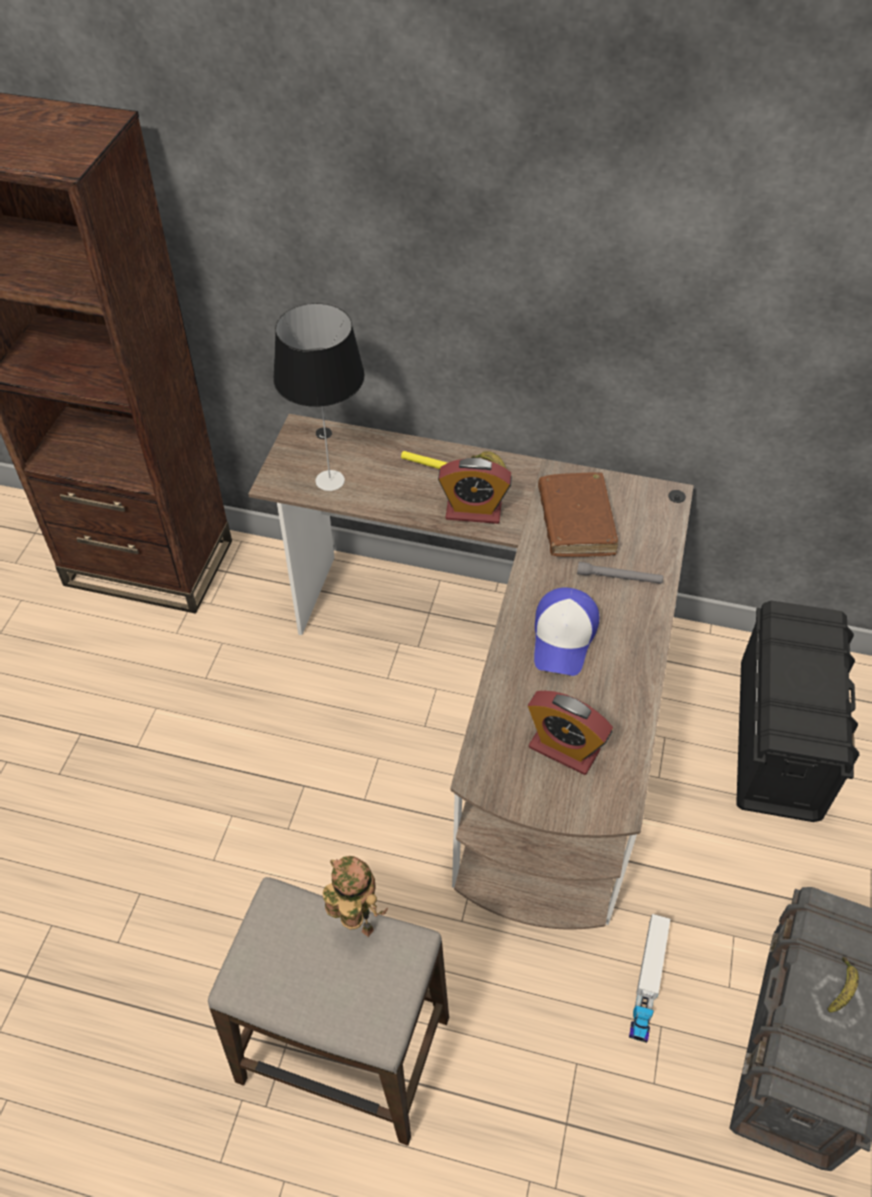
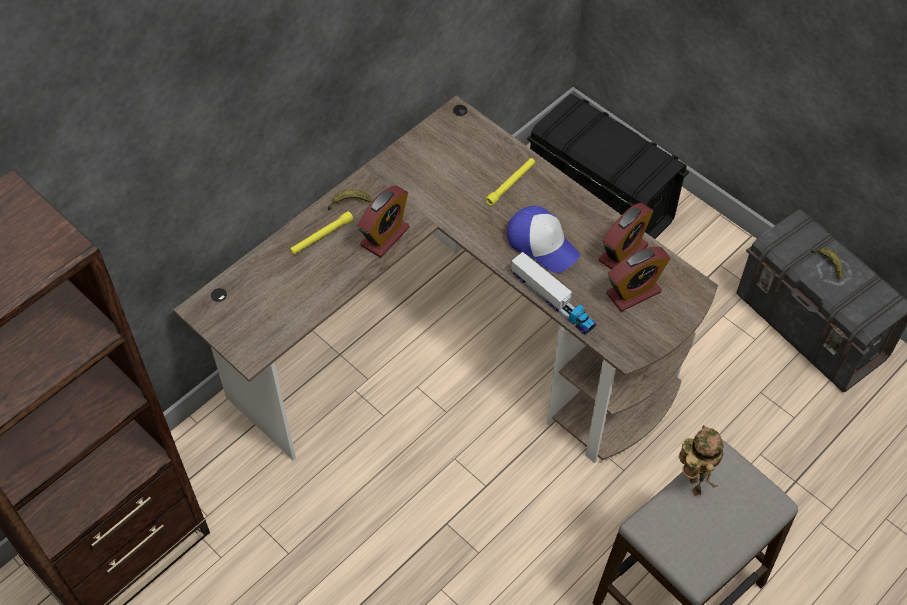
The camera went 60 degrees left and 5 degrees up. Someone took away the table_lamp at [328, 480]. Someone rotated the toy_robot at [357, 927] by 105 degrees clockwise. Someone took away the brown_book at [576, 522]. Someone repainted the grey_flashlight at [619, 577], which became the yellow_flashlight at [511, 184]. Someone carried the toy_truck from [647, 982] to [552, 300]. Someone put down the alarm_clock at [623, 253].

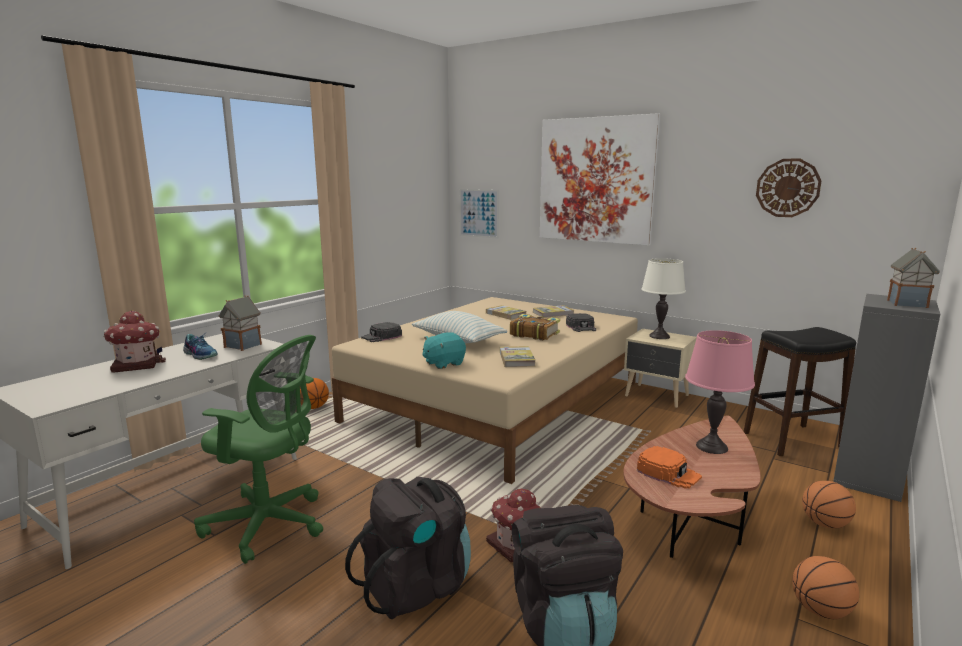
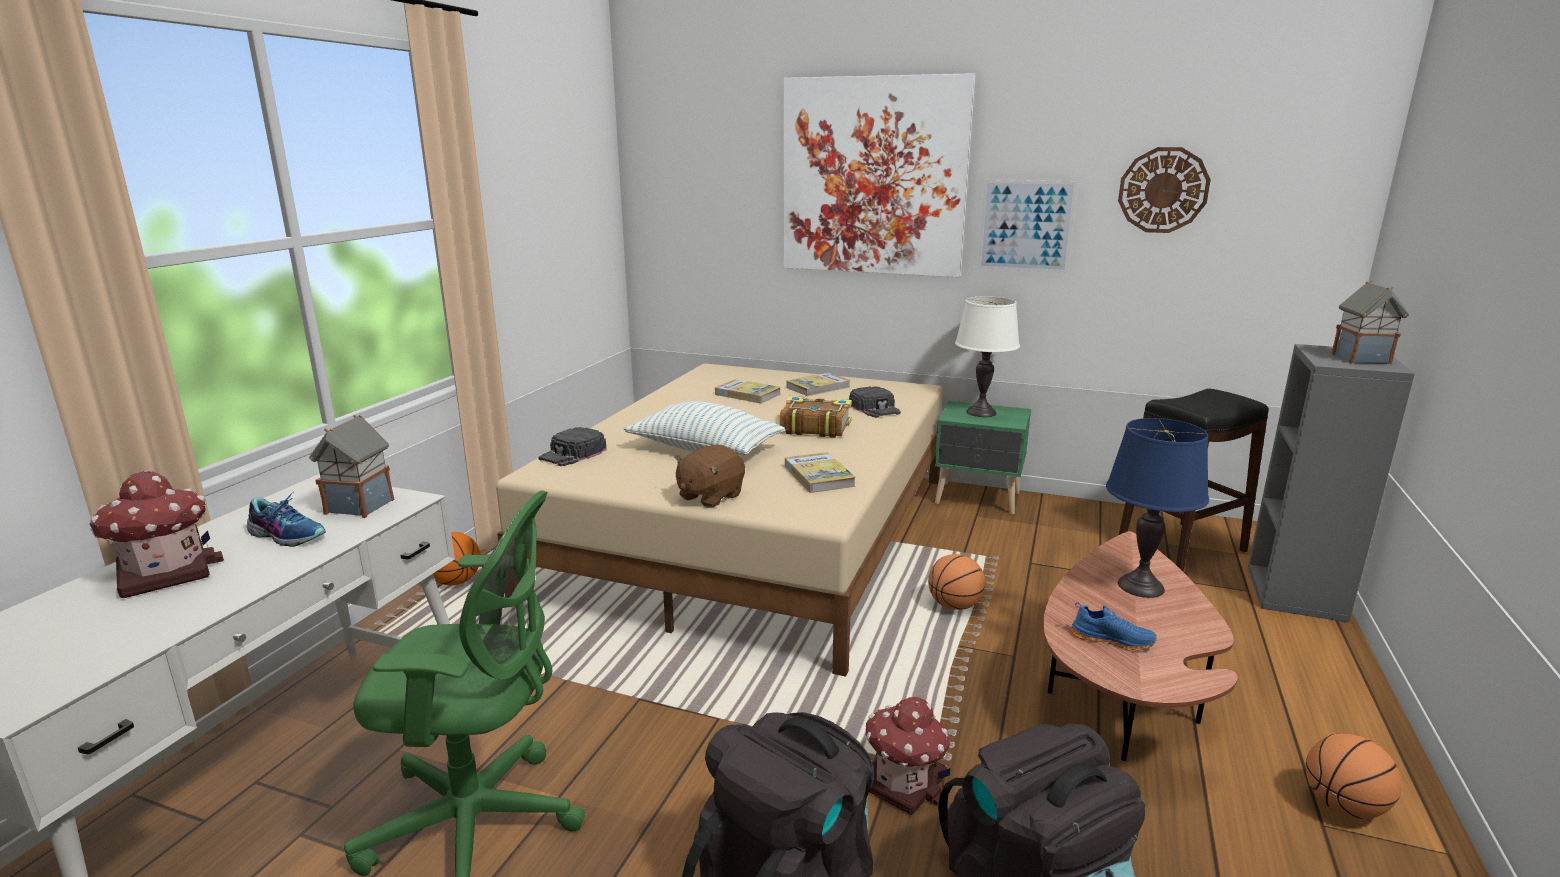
The camera went 15 degrees left and 5 degrees up. Someone repainted the turquoise_plush_toy at [443, 363], which became the brown_plush_toy at [709, 496]. Someone carried the picture from [478, 213] to [1026, 226]. Someone repainted the beige_nightstand at [657, 396], which became the green_nightstand at [978, 499]. Someone swapped the orange_cap at [668, 473] for the blue_shoe at [1111, 639]. Someone repainted the pink_table_lamp at [711, 447], which became the blue_table_lamp at [1140, 586]. Someone carried the basketball from [825, 524] to [954, 606].

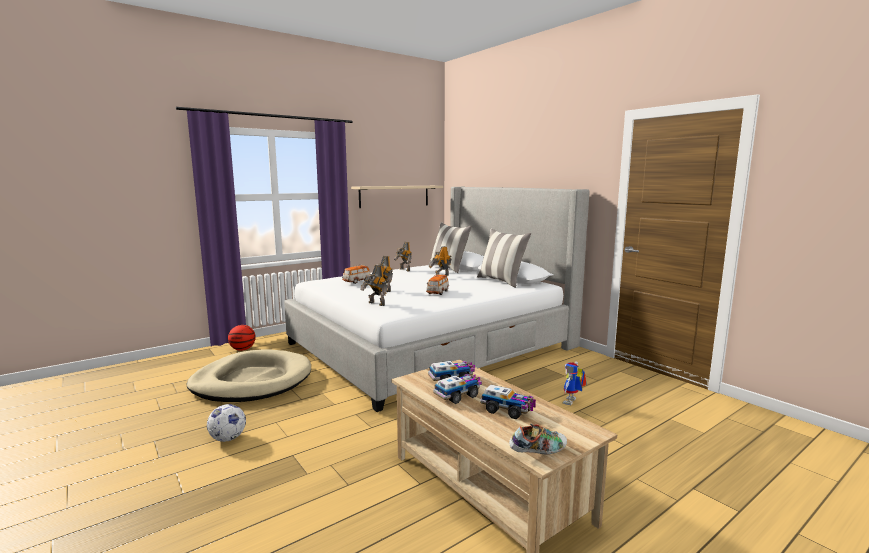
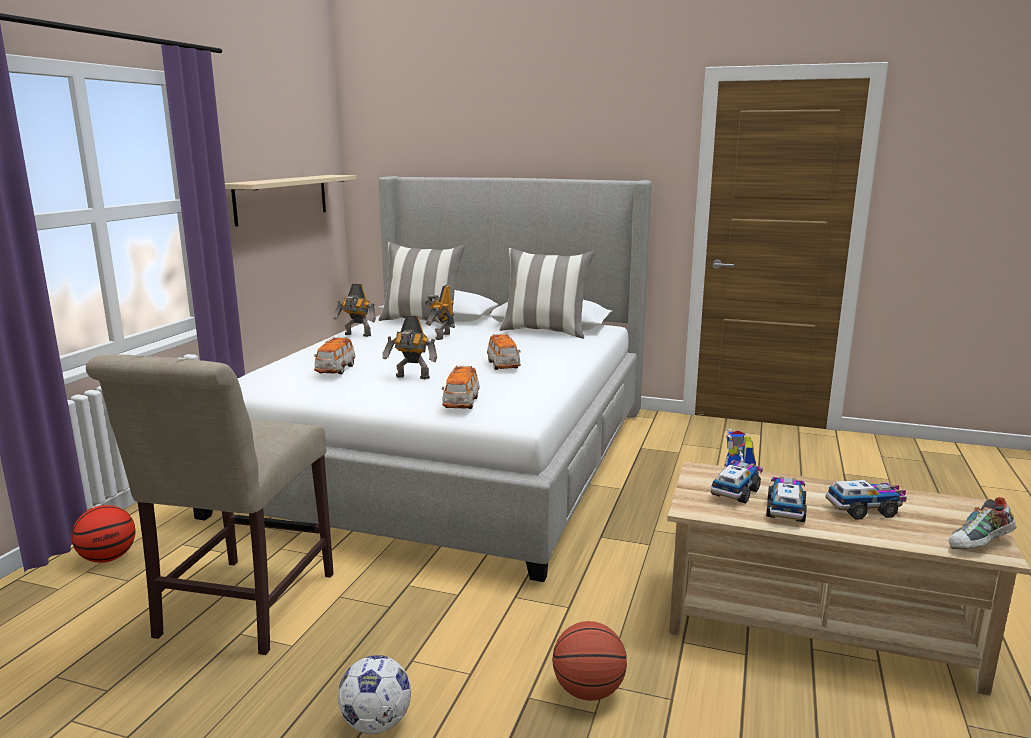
The camera went 35 degrees left and 5 degrees up. Someone swapped the beige_dog_bed at [252, 381] for the beige_chair at [240, 609]. Someone swapped the toy_robot at [376, 304] for the toy_car at [461, 403]. Someone rotated the shoe at [538, 451] by 150 degrees counterclockwise. Someone put down the basketball at [588, 691].

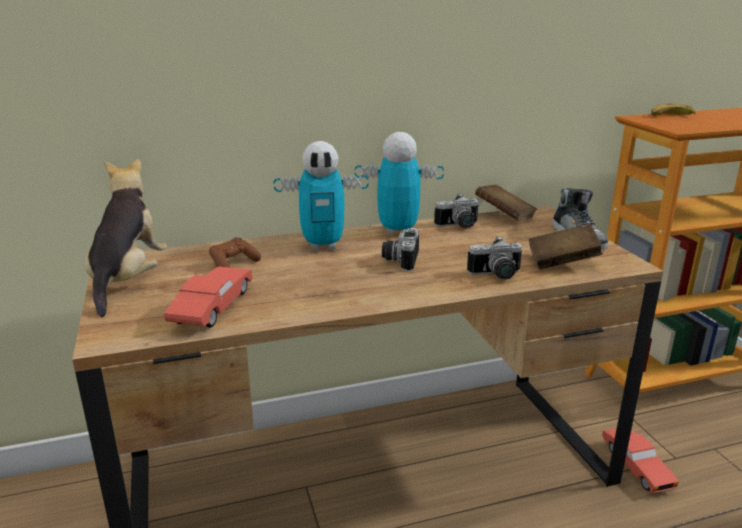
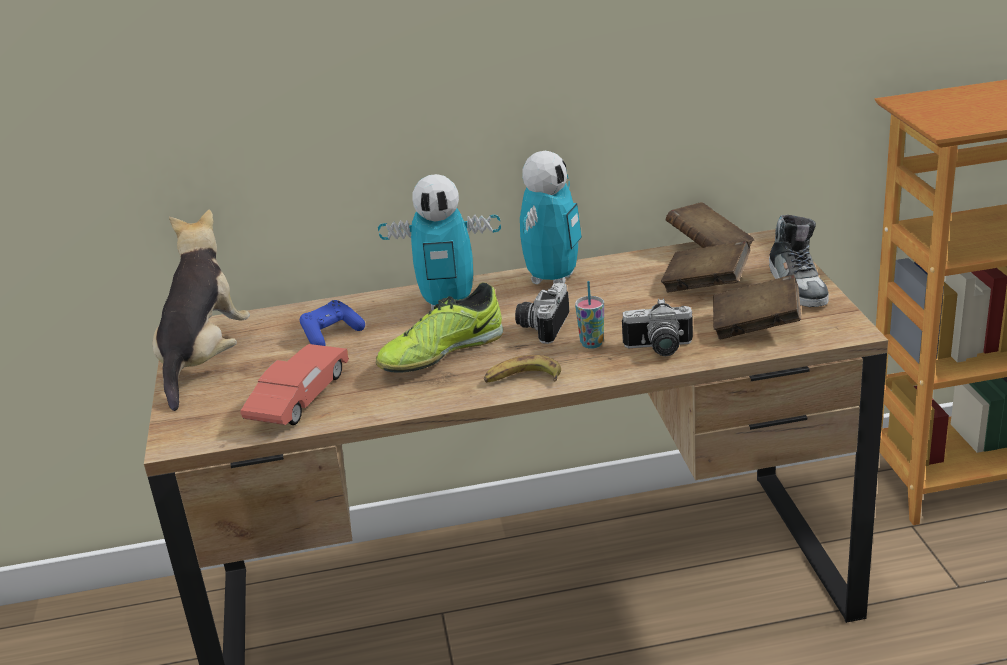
The camera went 10 degrees right and 5 degrees up. Someone repainted the brown_game_controller at [233, 264], which became the blue_game_controller at [331, 335]. Someone rotated the toy_robot at [397, 231] by 105 degrees clockwise. Someone took away the photo_camera at [459, 226]. Someone took away the red_toy_car at [636, 466]. Someone carried the banana from [670, 115] to [522, 379]. Someone put down the shoe at [441, 353]. Someone put down the cup at [591, 344]. Someone put down the brown_book at [706, 286].

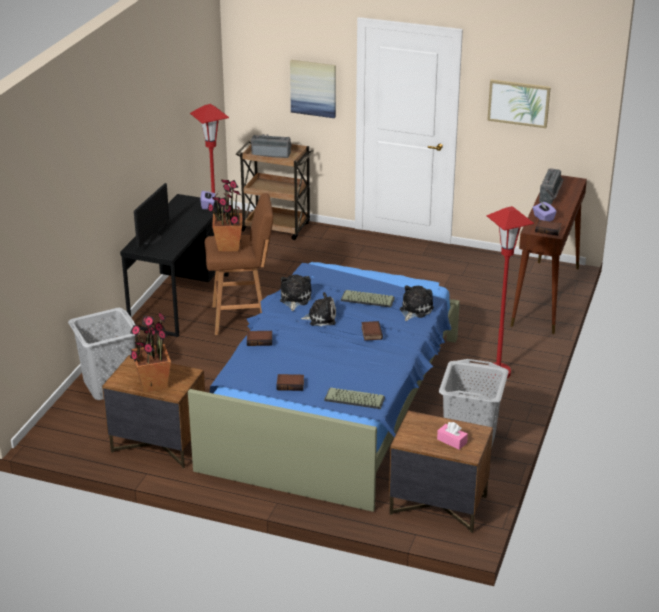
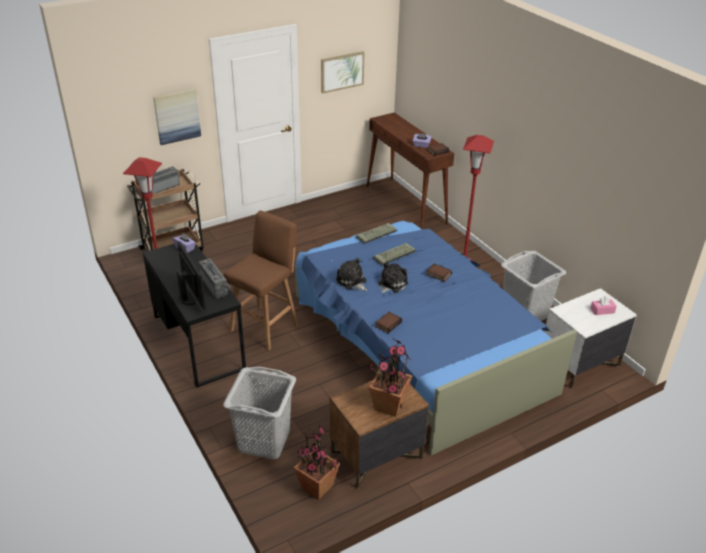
The camera went 50 degrees left and 5 degrees up. Someone carried the potted_plant from [228, 246] to [317, 487]. Someone took away the book at [291, 384]. Someone carried the keyboard from [353, 399] to [376, 234]. Someone repainted the brown_nightstand at [437, 505], which became the white_nightstand at [579, 364]. Someone took away the plush_toy at [415, 310]. Someone carried the radio from [551, 196] to [216, 285].

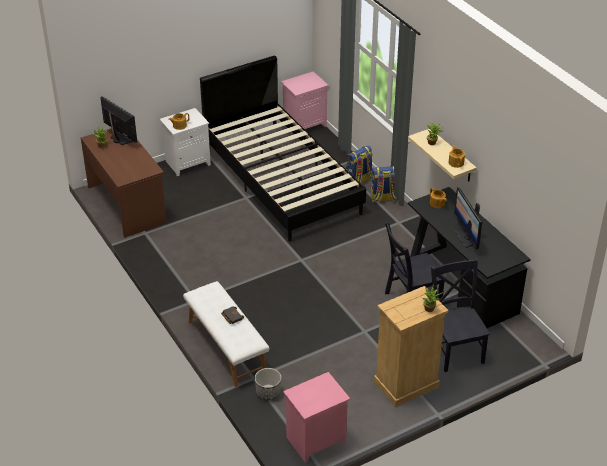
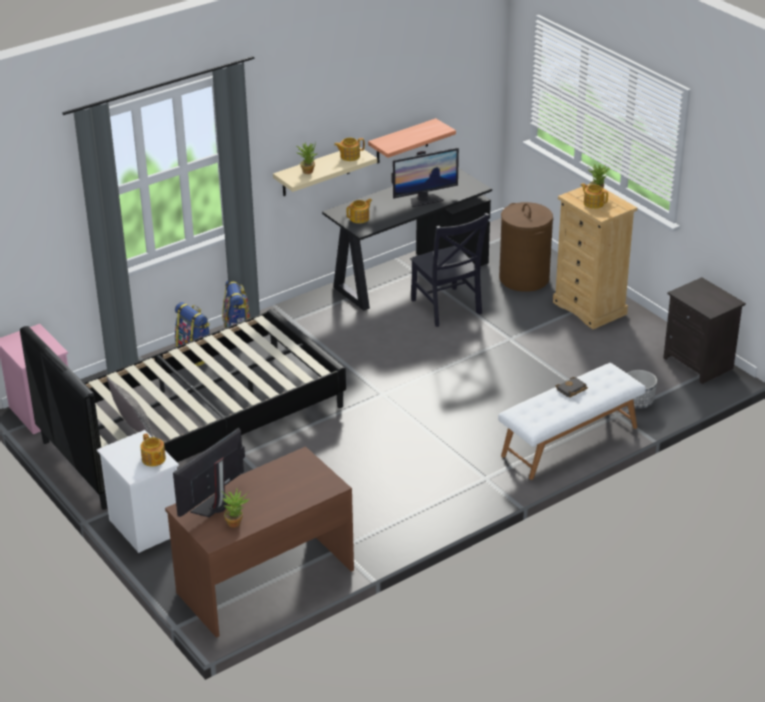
The camera went 95 degrees left and 5 degrees down. Someone repainted the pink_nightstand at [315, 441], which became the black_nightstand at [699, 363]. Someone swapped the black_chair at [455, 349] for the brown_laundry_basket at [523, 278]. Someone put down the pillow at [134, 431]. Someone put up the shelf at [402, 142]. Someone put down the teapot at [593, 203].

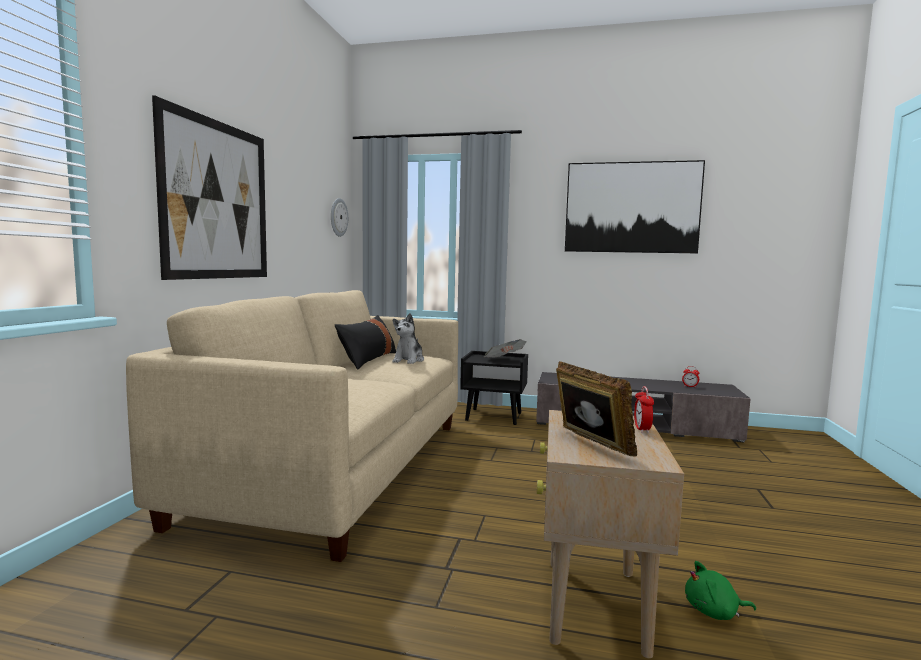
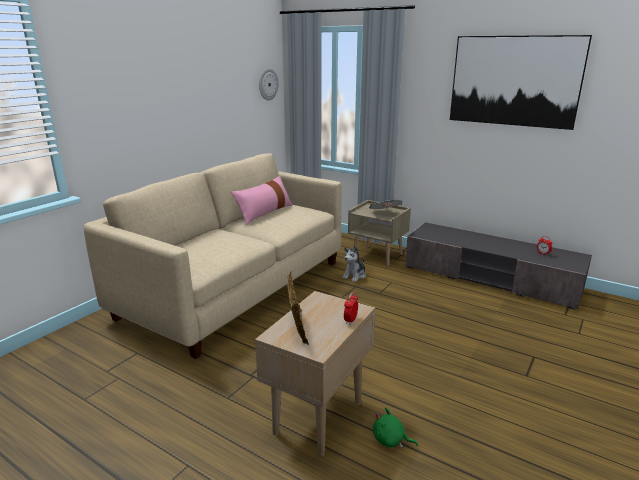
The camera went 20 degrees right and 15 degrees up. Someone took away the picture at [217, 200]. Someone repainted the black_pillow at [368, 359], which became the pink_pillow at [264, 213]. Someone carried the plush_toy from [408, 360] to [354, 276]. Someone repainted the black_nightstand at [494, 416], which became the beige_nightstand at [378, 255].

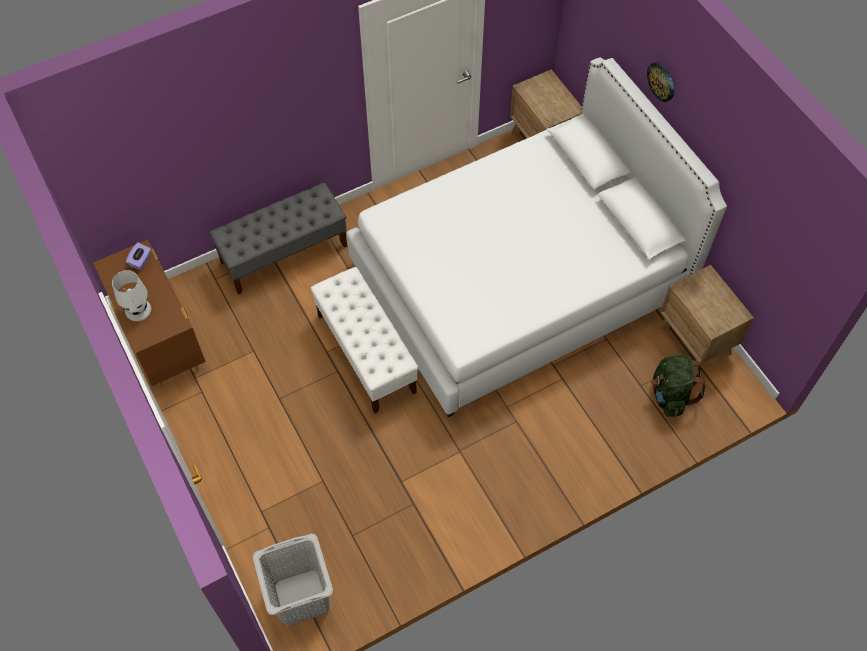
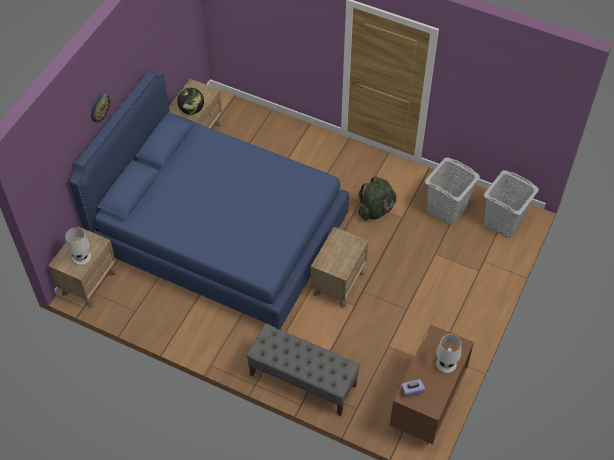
The camera went 125 degrees left and 5 degrees down. Someone swapped the white_bench at [366, 354] for the brown_nightstand at [338, 283]. Someone repainted the white_bed at [519, 280], which became the blue_bed at [220, 235]. Someone carried the green_backpack from [670, 395] to [376, 210]. Someone put down the white_table_lamp at [81, 257]. Someone put down the globe at [191, 110]. Someone put down the grey_laundry_basket at [447, 209].

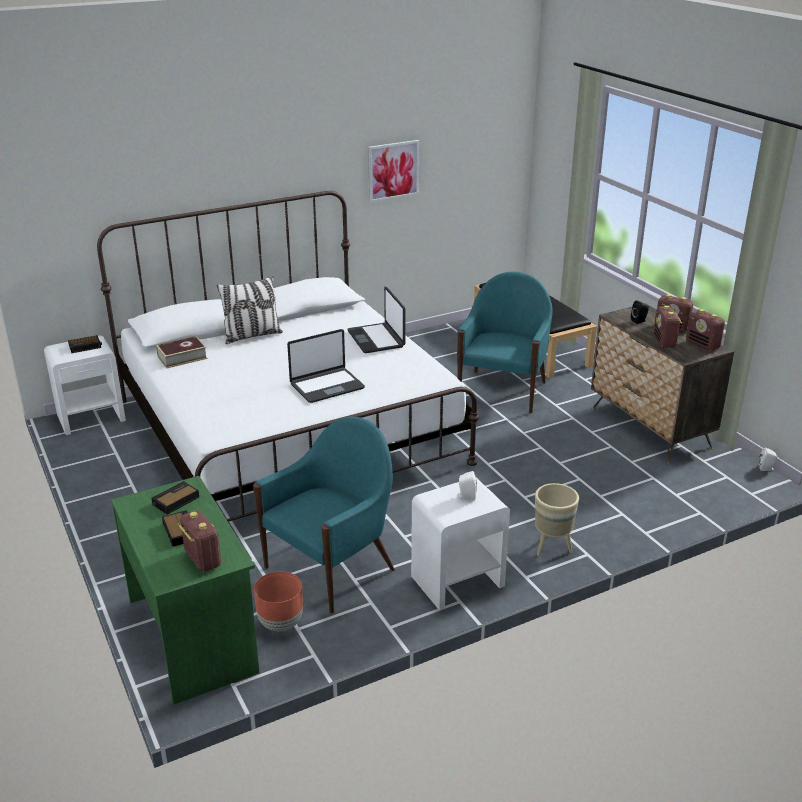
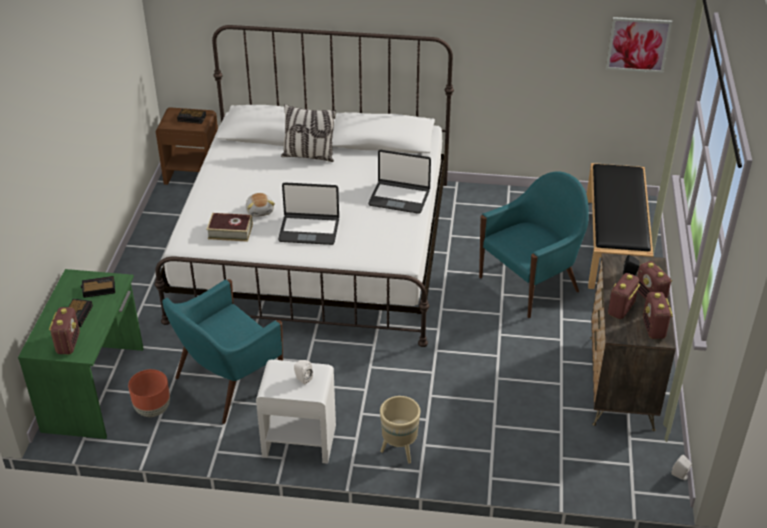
The camera went 35 degrees right and 10 degrees up. Someone repainted the white_nightstand at [91, 417], which became the brown_nightstand at [193, 175]. Someone carried the book from [182, 357] to [230, 231]. Someone rotated the turquoise_armchair at [332, 567] by 150 degrees clockwise. Someone rotated the laptop at [376, 339] by 90 degrees counterclockwise. Someone carried the picture from [393, 170] to [638, 44]. Someone put down the plush_toy at [260, 211].

